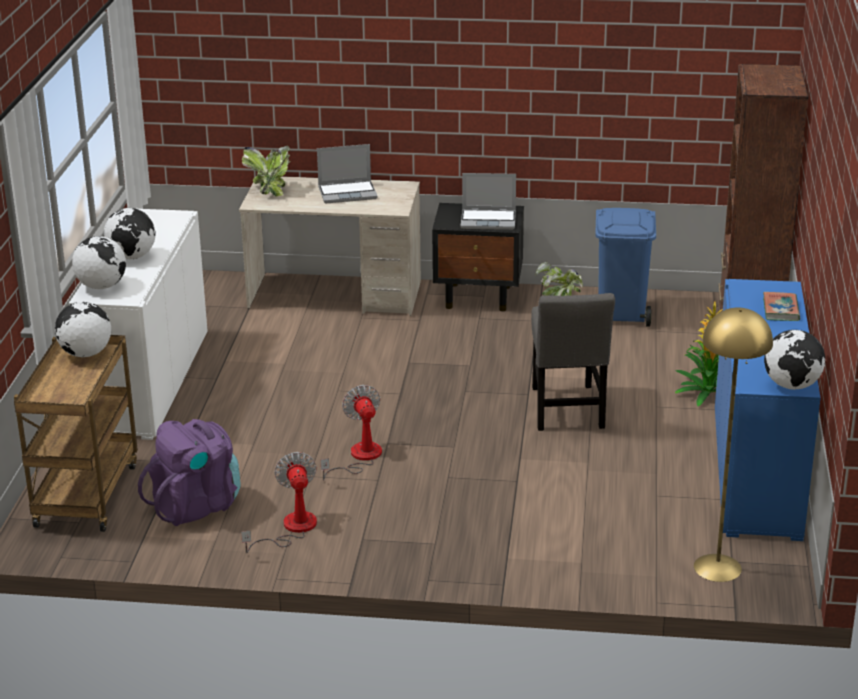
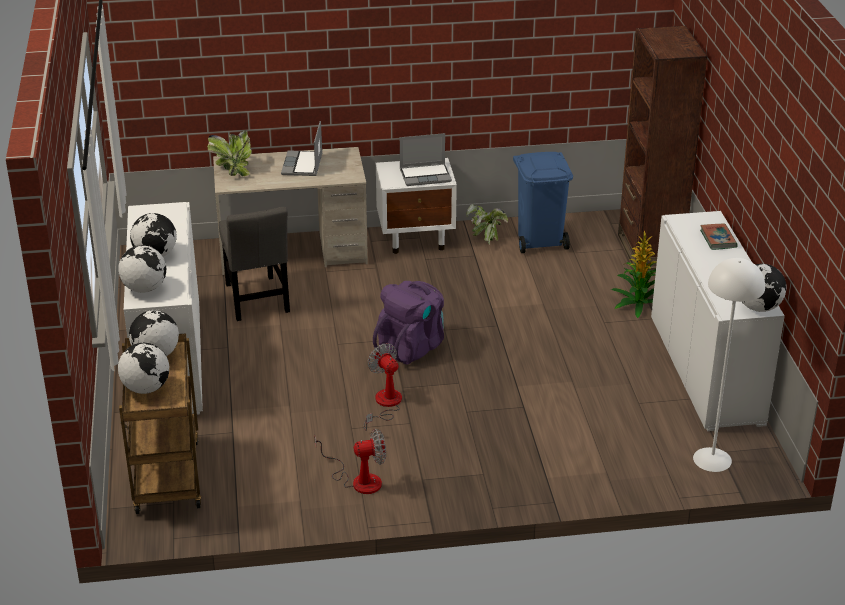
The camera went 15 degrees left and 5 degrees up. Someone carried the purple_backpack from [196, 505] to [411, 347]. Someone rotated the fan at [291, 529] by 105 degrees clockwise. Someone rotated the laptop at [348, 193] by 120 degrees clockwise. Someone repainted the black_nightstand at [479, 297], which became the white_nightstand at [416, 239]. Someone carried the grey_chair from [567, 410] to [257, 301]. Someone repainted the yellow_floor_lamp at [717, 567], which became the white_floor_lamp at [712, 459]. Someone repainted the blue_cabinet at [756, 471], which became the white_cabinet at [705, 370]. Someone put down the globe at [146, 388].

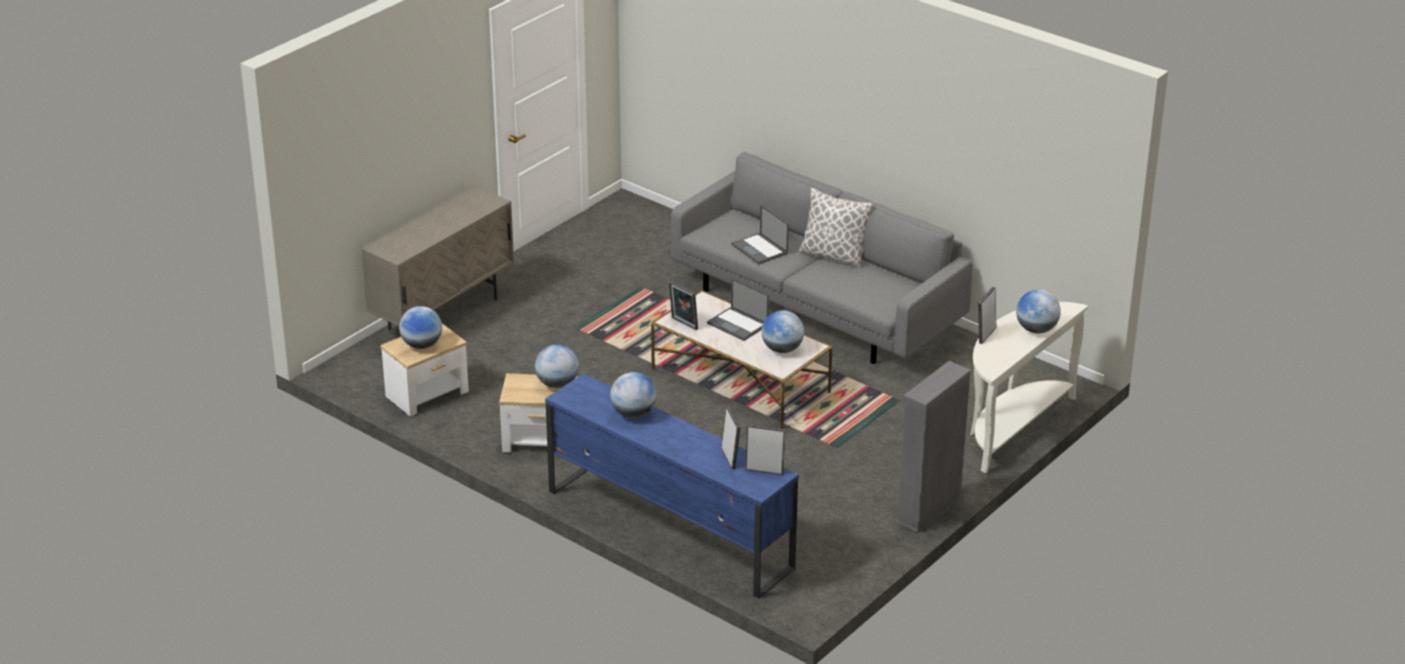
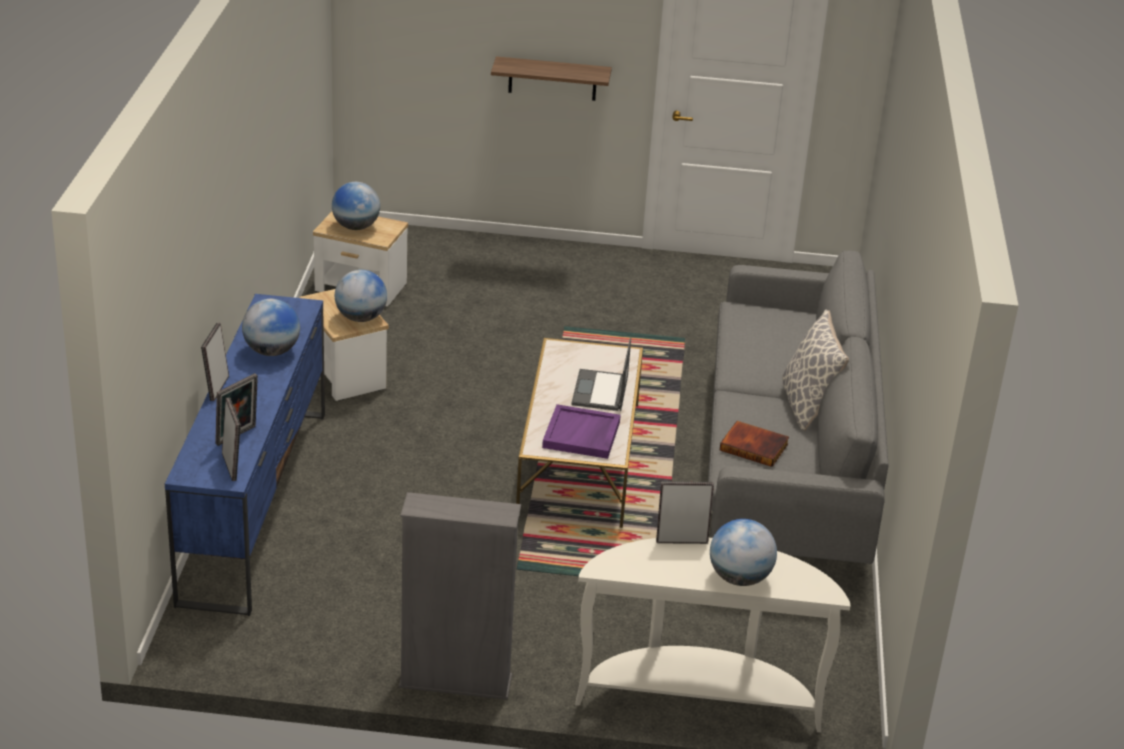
The camera went 55 degrees right and 0 degrees up. Someone took away the beige_cabinet at [443, 314]. Someone carried the picture_frame from [683, 324] to [216, 388]. Someone took away the laptop at [760, 249]. Someone swapped the globe at [782, 349] for the purple_tray at [582, 435]. Someone put up the shelf at [552, 78]. Someone put down the book at [754, 446].

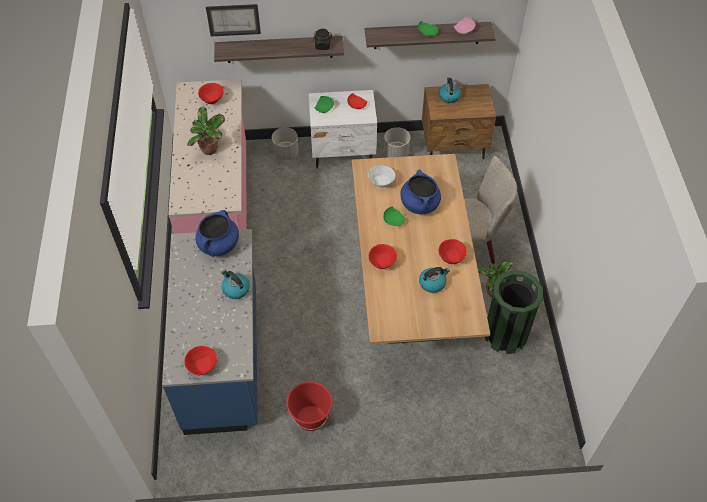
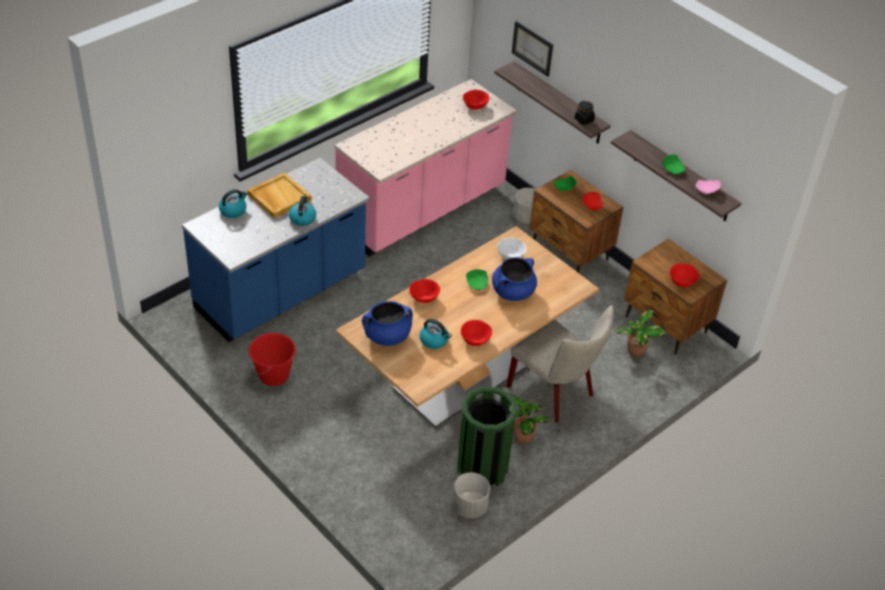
The camera went 50 degrees right and 10 degrees down. Someone carried the red_bowl from [202, 366] to [682, 282]. Someone carried the potted_plant from [209, 150] to [635, 352]. Someone carried the blue_cooking_pot from [219, 245] to [387, 336]. Someone repainted the white_nightstand at [343, 152], which became the brown_nightstand at [569, 253]. Someone carried the grey_planter from [396, 153] to [470, 507]. Someone carried the kettle from [449, 96] to [233, 210]. Someone put down the beige_tray at [278, 197].

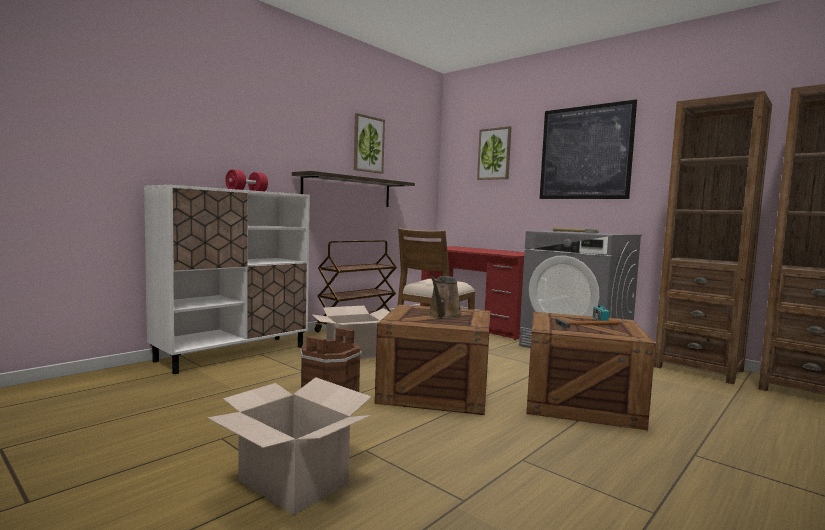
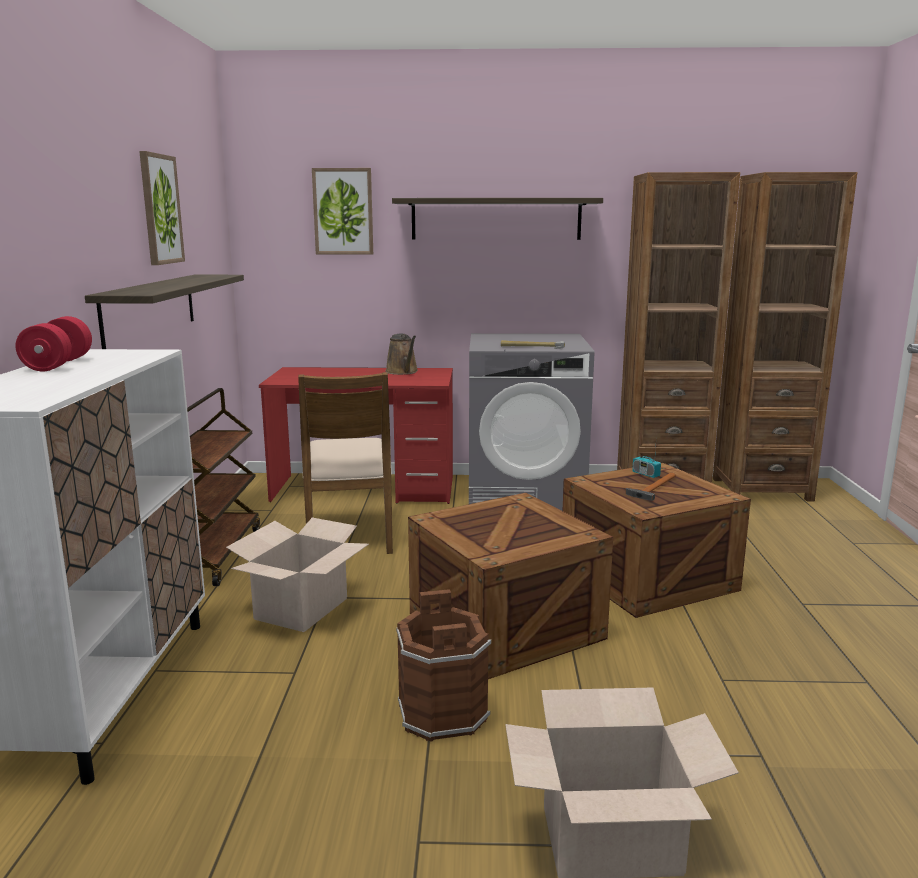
The camera went 40 degrees left and 10 degrees up. Someone carried the brown_watering_can from [443, 316] to [403, 372]. Someone swapped the picture at [585, 152] for the shelf at [496, 219].

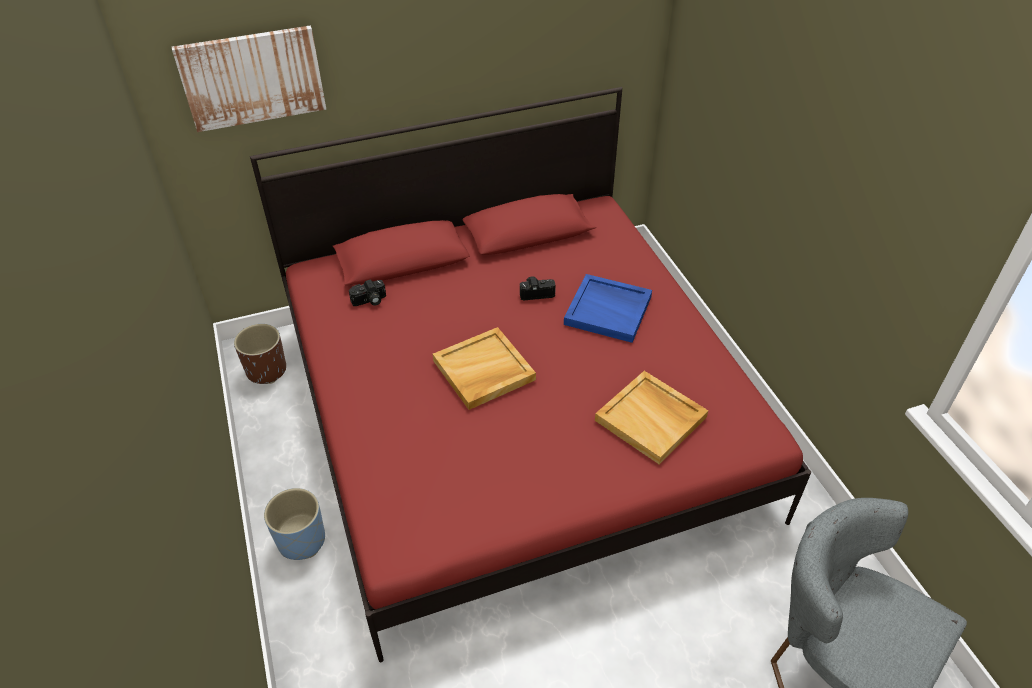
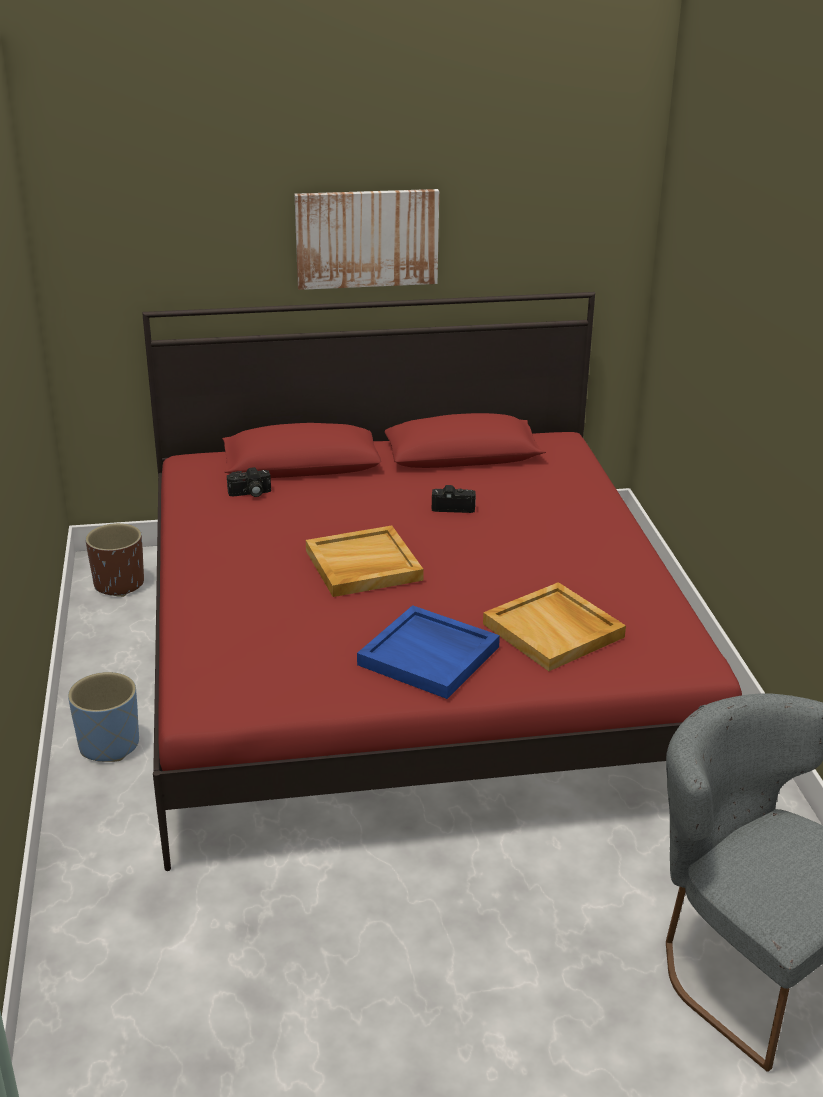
The camera went 10 degrees right and 15 degrees down. Someone carried the picture from [252, 77] to [367, 238]. Someone carried the blue_tray from [609, 310] to [430, 655].

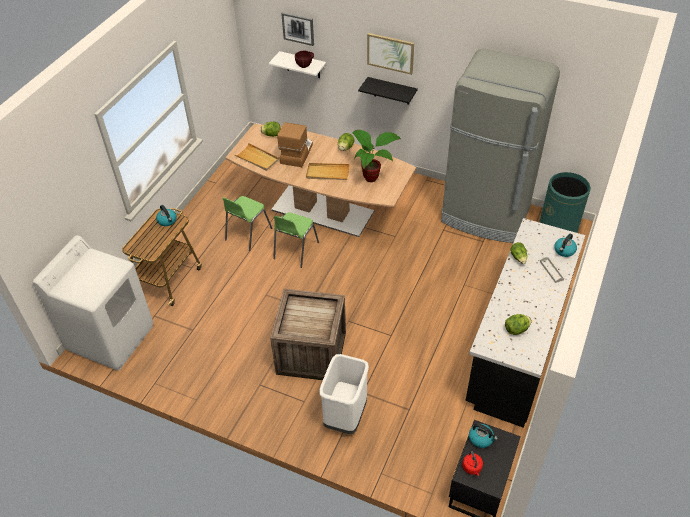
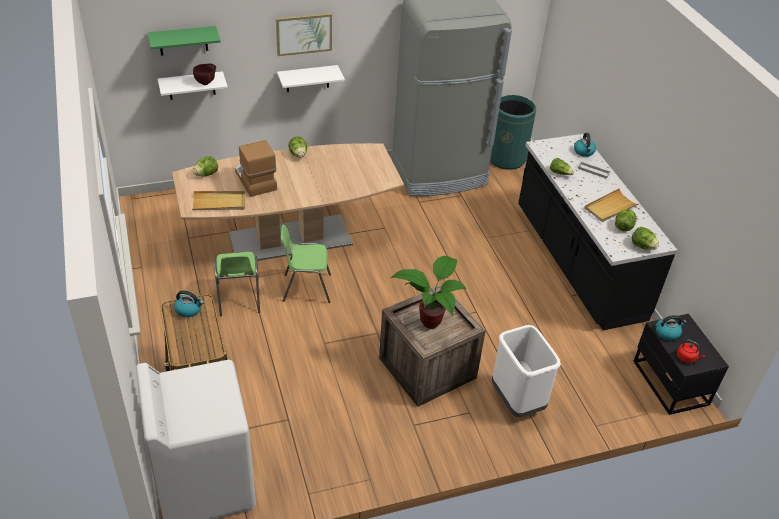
The camera went 45 degrees left and 5 degrees down. Someone rotated the green_chair at [295, 251] by 105 degrees clockwise. Someone swapped the picture at [298, 28] for the green_shelf at [183, 40]. Someone carried the beige_tray from [327, 173] to [610, 207]. Someone carried the potted_plant from [373, 177] to [431, 320]. Someone repainted the black_shelf at [392, 91], which became the white_shelf at [307, 78]. Someone put down the lettuce at [642, 246].

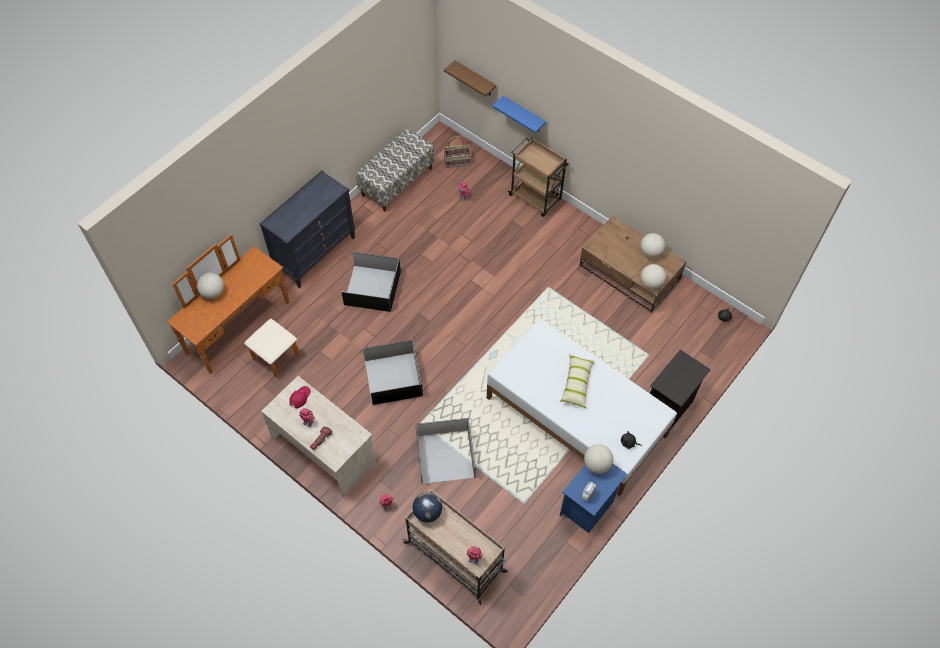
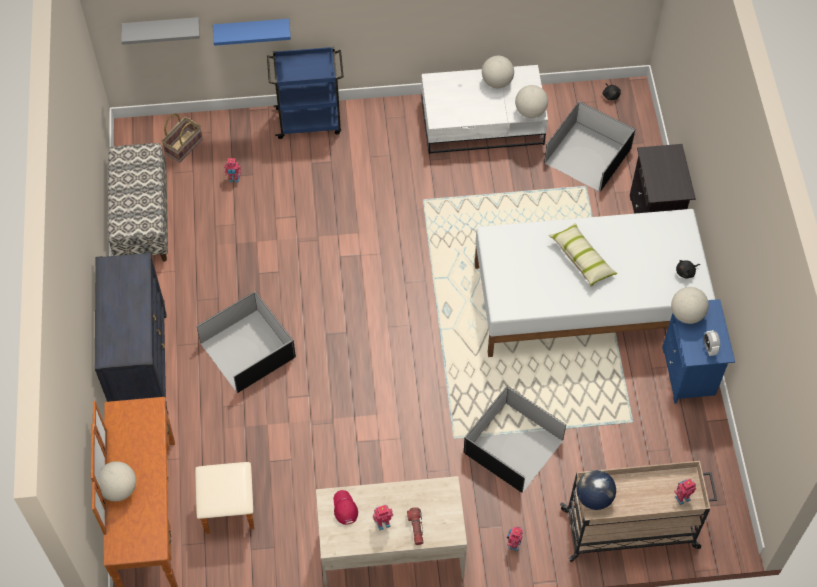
The camera went 45 degrees left and 0 degrees up. Someone carried the black_storage_box from [393, 377] to [586, 155]. Someone repainted the brown_shelf at [475, 79], which became the grey_shelf at [161, 29]. Someone repainted the brown_cart at [536, 198], which became the blue_cart at [310, 121]. Someone repainted the brown_coffee_table at [630, 272], which became the white_coffee_table at [483, 122].

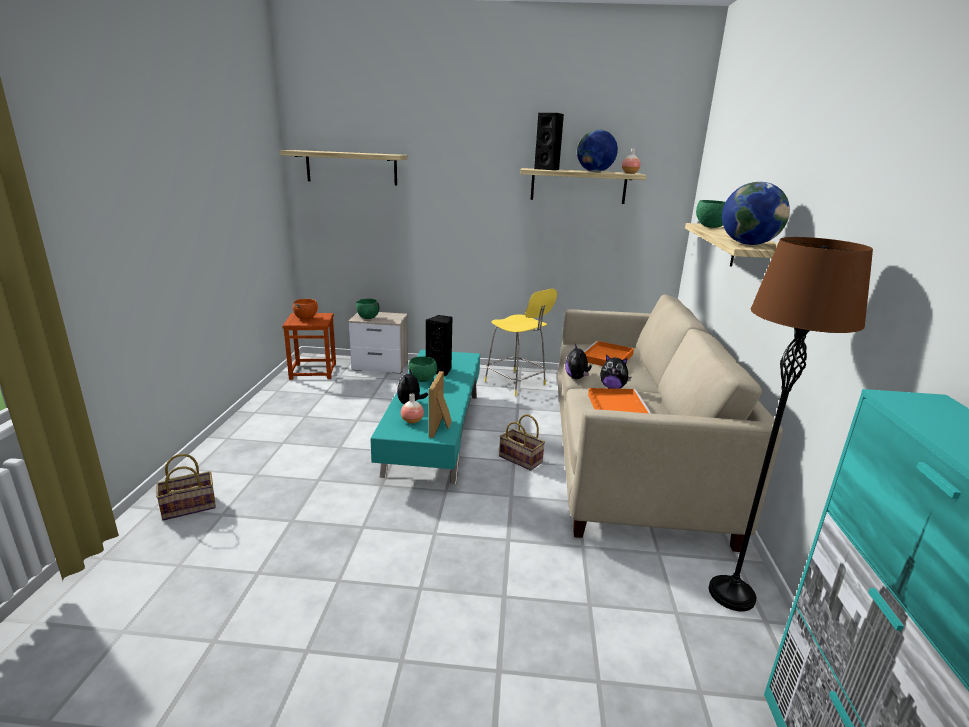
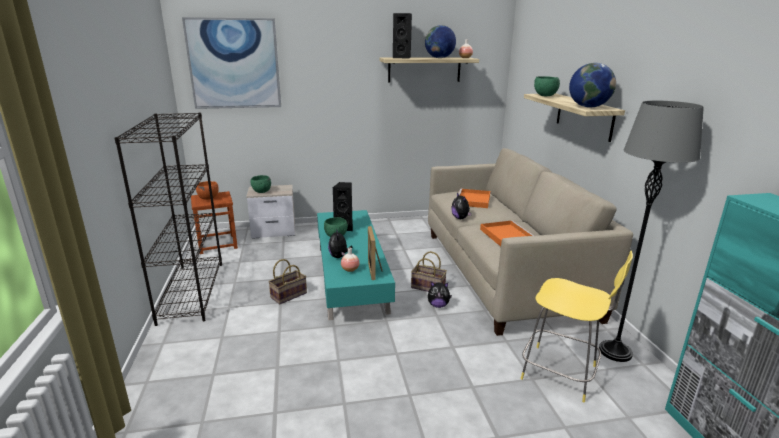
The camera went 15 degrees left and 0 degrees up. Someone carried the basket from [190, 506] to [289, 295]. Someone swapped the shelf at [351, 168] for the picture at [234, 64]. Someone carried the yellow_stool from [516, 384] to [562, 373]. Someone carried the plush_toy from [612, 387] to [438, 305]. Someone repainted the brown_floor_lamp at [731, 594], which became the grey_floor_lamp at [615, 352]. Someone put down the black_bookcase at [191, 291].

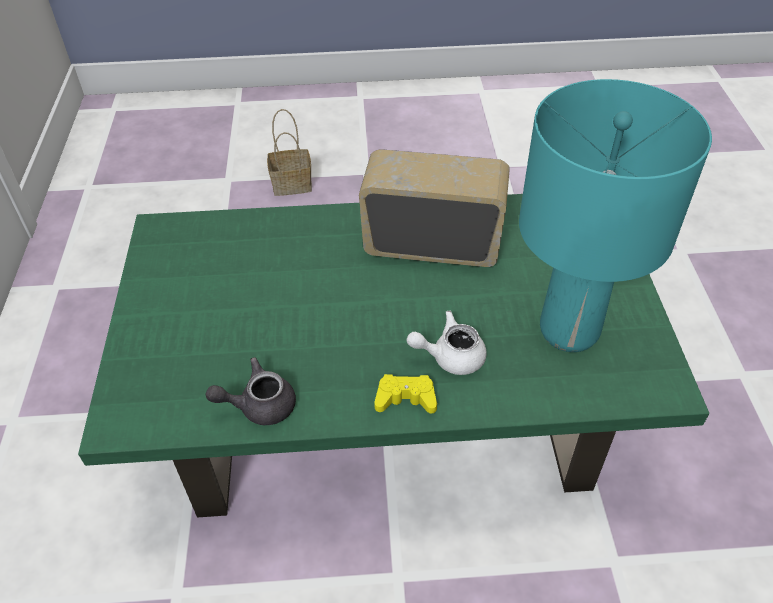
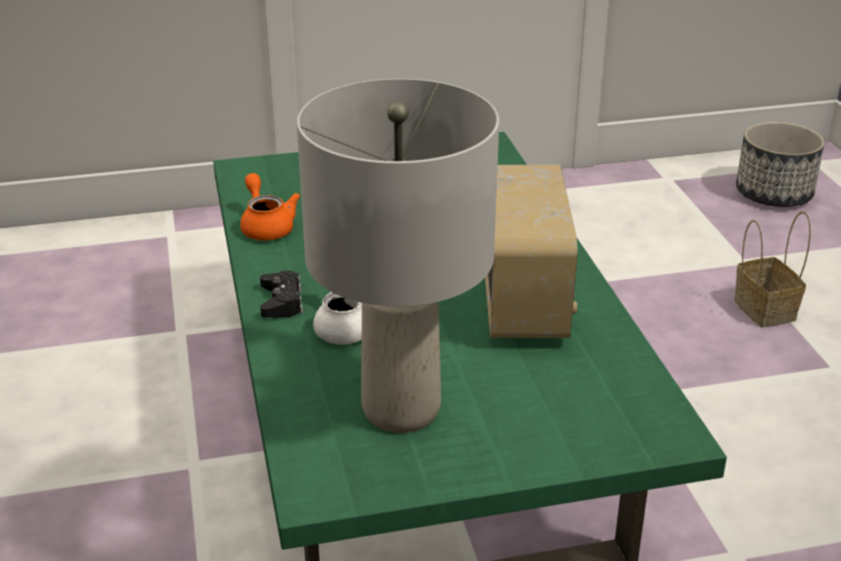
The camera went 80 degrees right and 15 degrees down. Someone repainted the grey_teapot at [259, 405], which became the orange_teapot at [266, 226]. Someone repainted the yellow_game_controller at [405, 399], which became the black_game_controller at [281, 302]. Someone repainted the turquoise_table_lamp at [568, 330], which became the grey_table_lamp at [403, 409]. Someone put down the planter at [774, 194].

